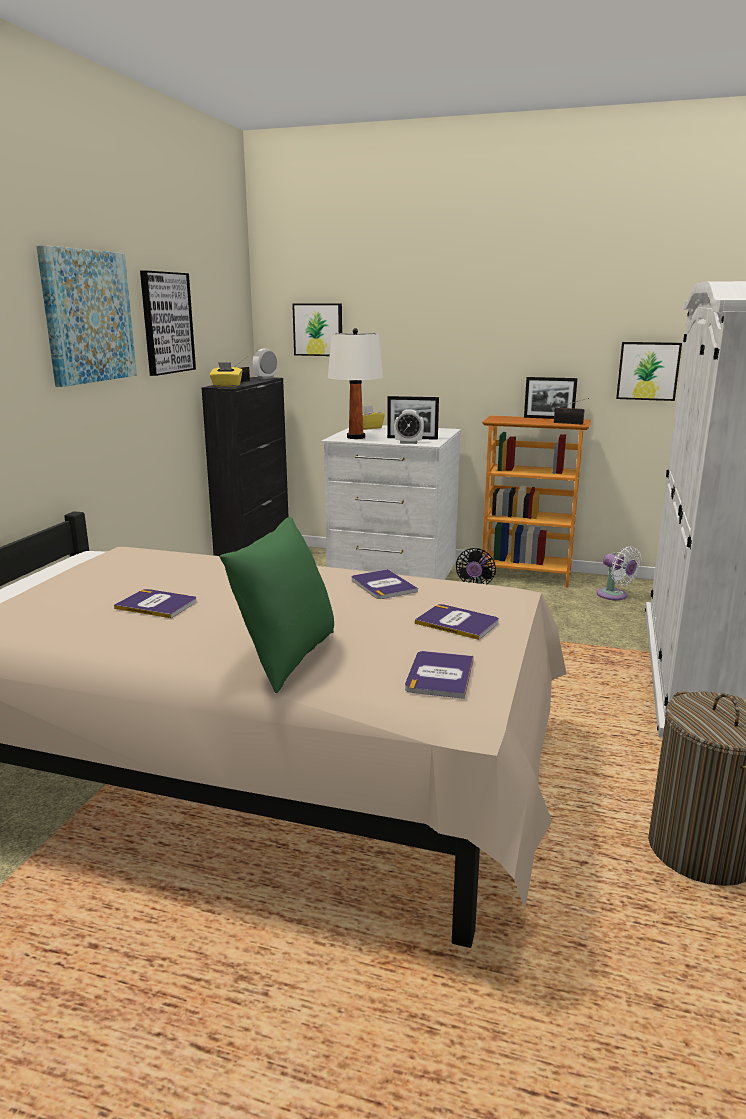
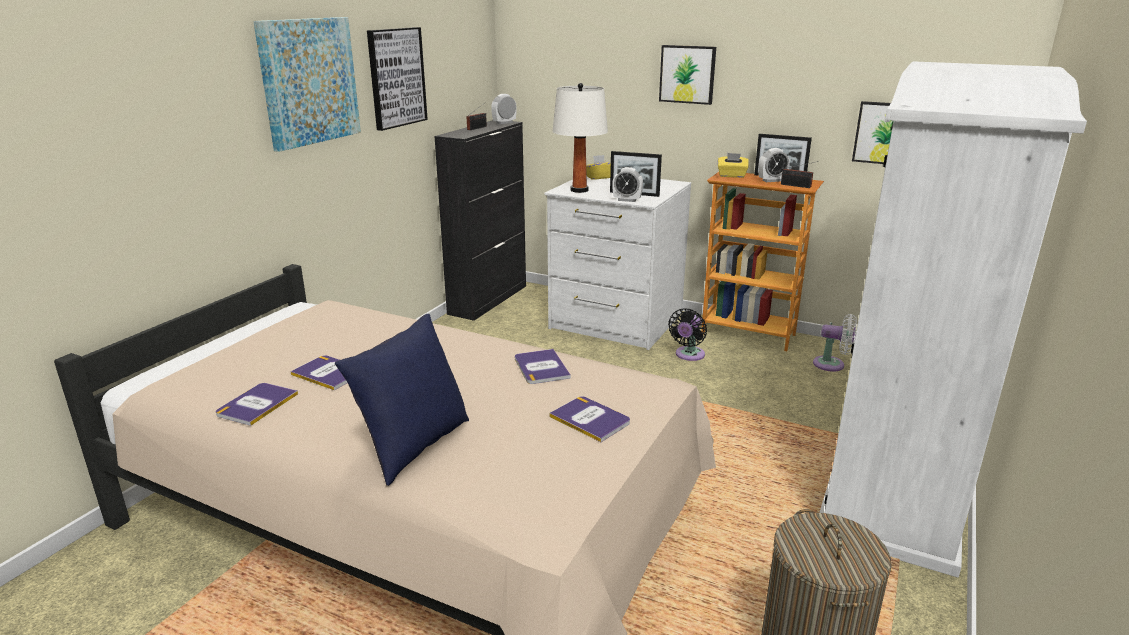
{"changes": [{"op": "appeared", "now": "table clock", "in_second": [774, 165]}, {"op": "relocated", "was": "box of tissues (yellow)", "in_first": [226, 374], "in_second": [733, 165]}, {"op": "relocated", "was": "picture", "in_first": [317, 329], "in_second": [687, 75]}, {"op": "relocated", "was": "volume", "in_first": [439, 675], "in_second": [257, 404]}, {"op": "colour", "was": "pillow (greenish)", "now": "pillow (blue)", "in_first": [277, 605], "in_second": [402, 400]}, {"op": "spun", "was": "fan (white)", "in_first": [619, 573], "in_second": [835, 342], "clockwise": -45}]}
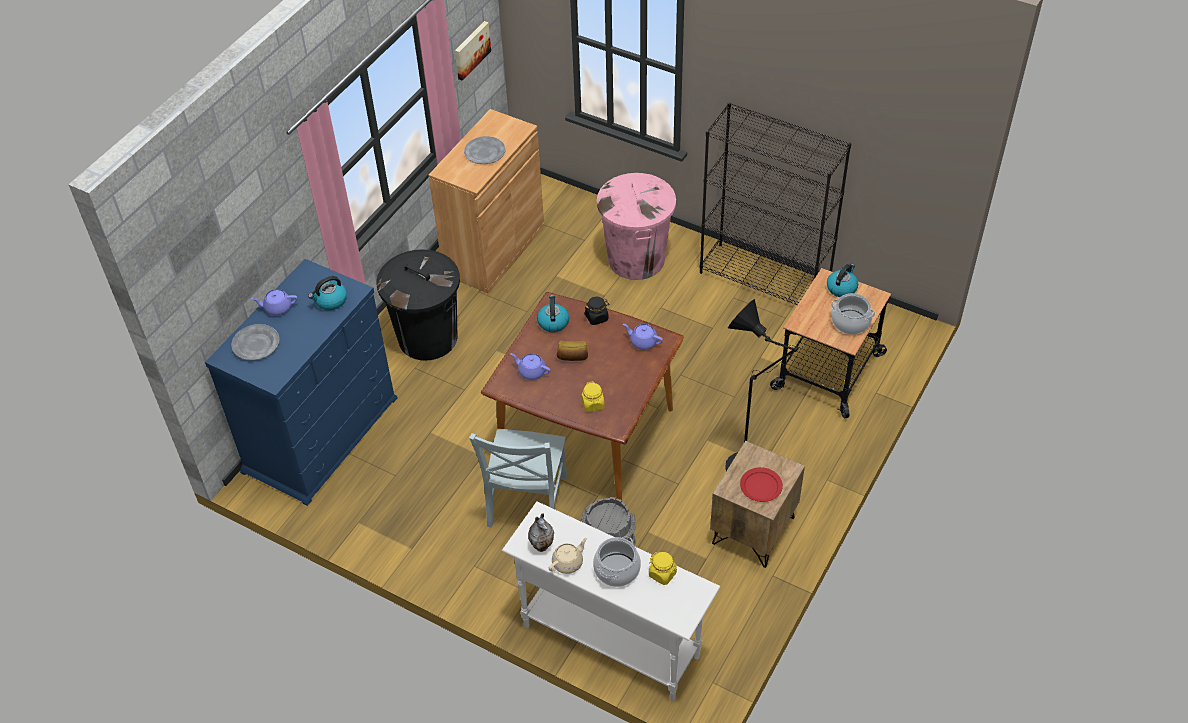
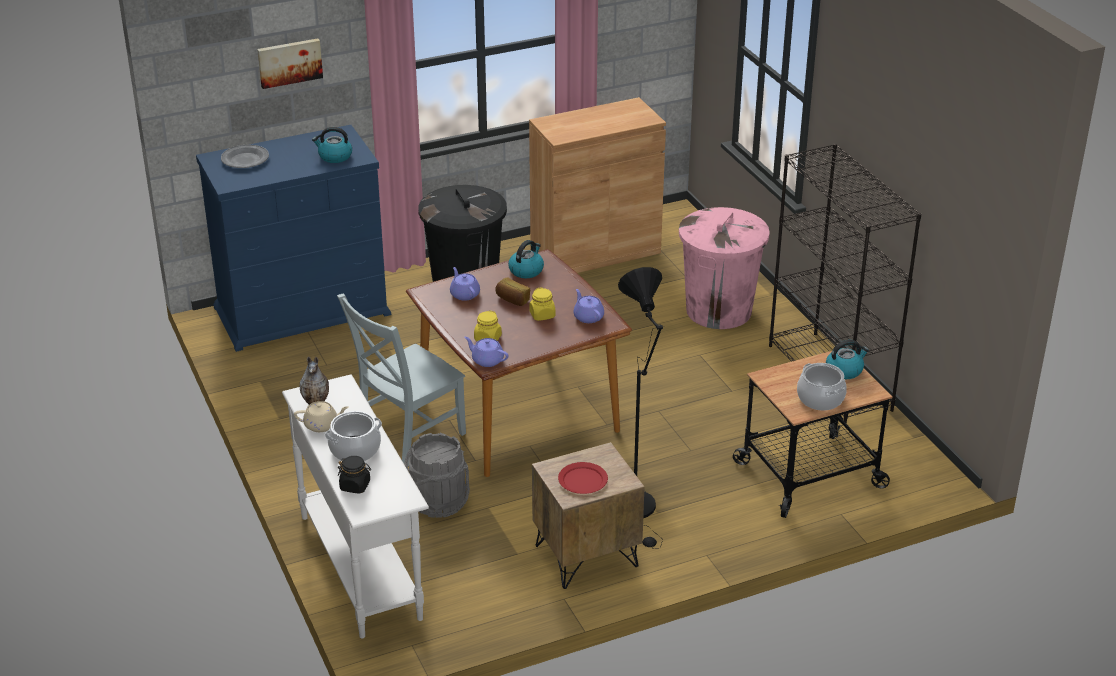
{"changes": [{"op": "missing", "was": "dinner plate (gray)", "in_first": [485, 150]}, {"op": "relocated", "was": "pot for tea (purple)", "in_first": [274, 302], "in_second": [486, 352]}, {"op": "relocated", "was": "picture", "in_first": [473, 51], "in_second": [290, 63]}, {"op": "relocated", "was": "jar (black-coloured)", "in_first": [596, 311], "in_second": [354, 475]}, {"op": "relocated", "was": "jar (yellow)", "in_first": [663, 568], "in_second": [542, 304]}]}
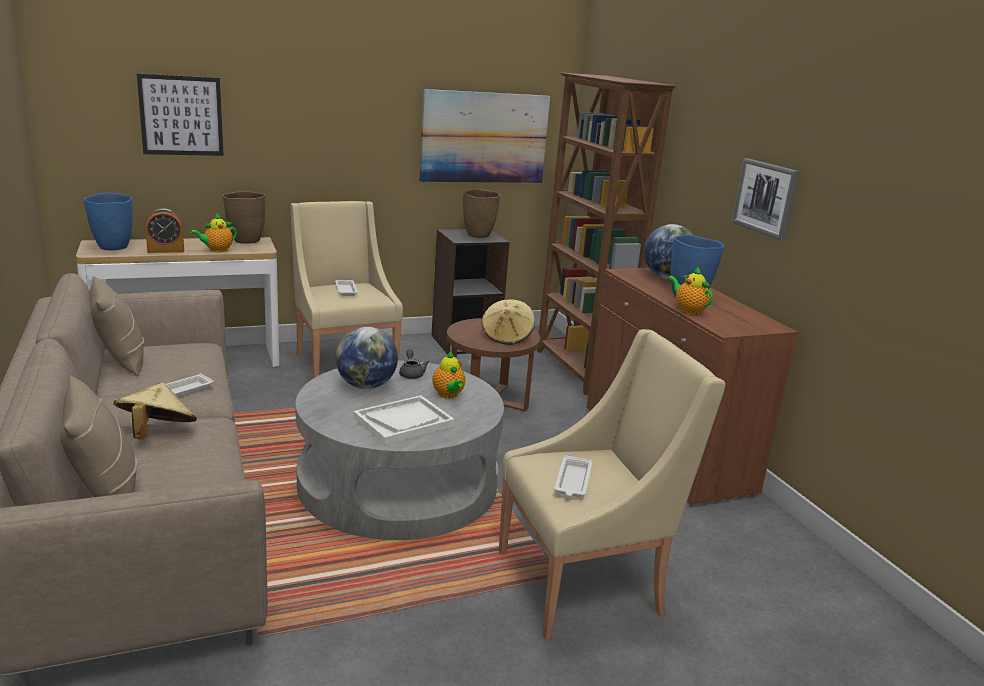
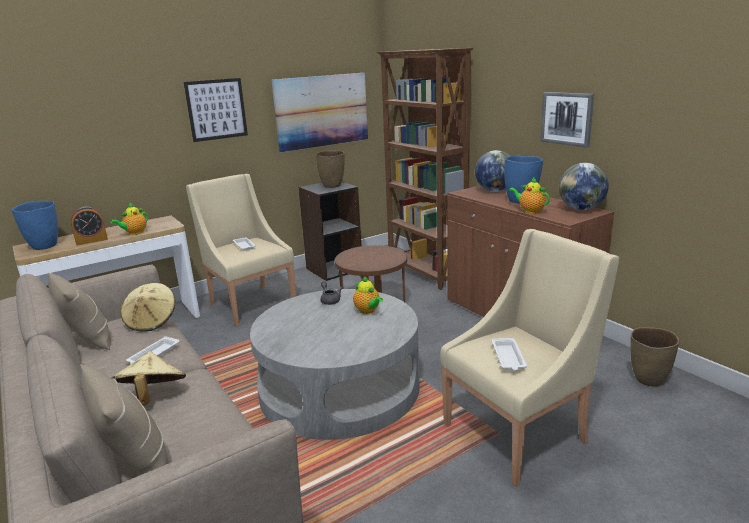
{"changes": [{"op": "missing", "was": "tray (white)", "in_first": [404, 420]}, {"op": "relocated", "was": "picture", "in_first": [180, 115], "in_second": [216, 110]}, {"op": "relocated", "was": "decorative vase (brown)", "in_first": [244, 217], "in_second": [654, 356]}, {"op": "relocated", "was": "globe", "in_first": [367, 358], "in_second": [584, 186]}, {"op": "relocated", "was": "wearable hat (beige)", "in_first": [508, 322], "in_second": [147, 307]}]}
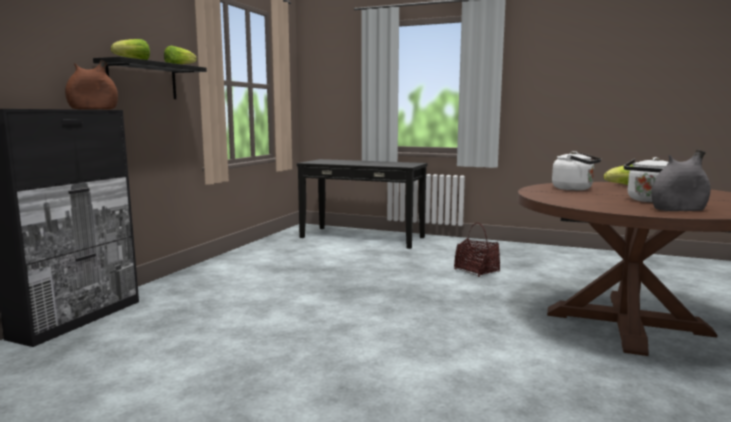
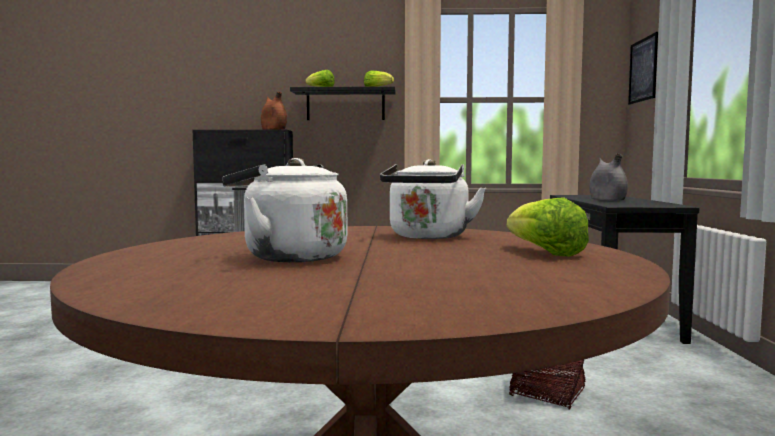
{"changes": [{"op": "appeared", "now": "picture", "in_second": [643, 68]}, {"op": "relocated", "was": "decorative vase (gray)", "in_first": [681, 180], "in_second": [609, 177]}]}
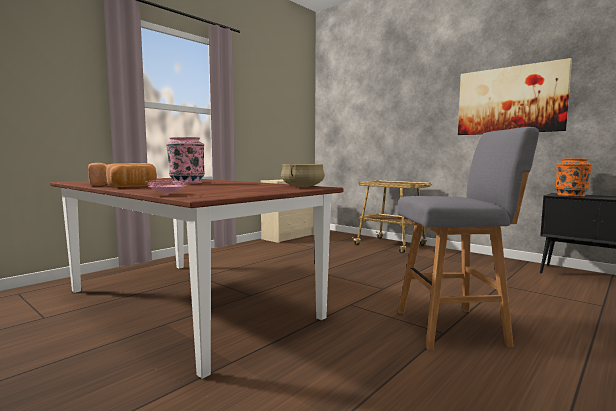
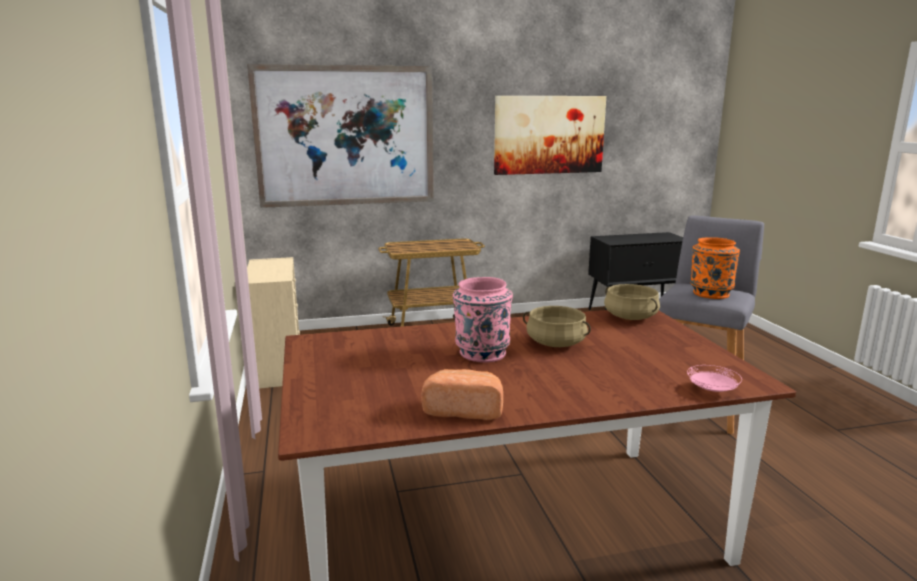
{"changes": [{"op": "missing", "was": "bakery bread", "in_first": [131, 175]}, {"op": "appeared", "now": "picture", "in_second": [340, 136]}, {"op": "appeared", "now": "saucepot (beige)", "in_second": [557, 326]}, {"op": "relocated", "was": "decorative vase (orange)", "in_first": [573, 177], "in_second": [715, 268]}]}
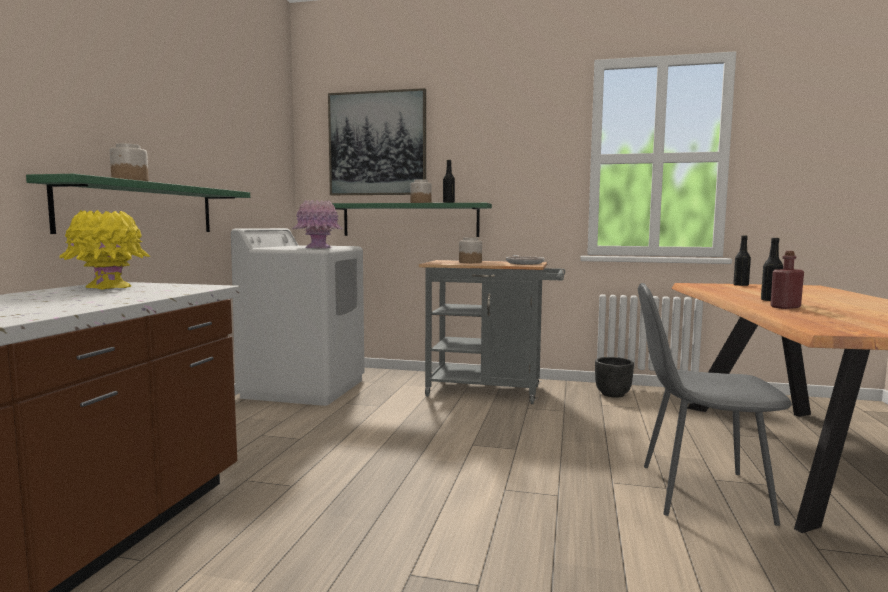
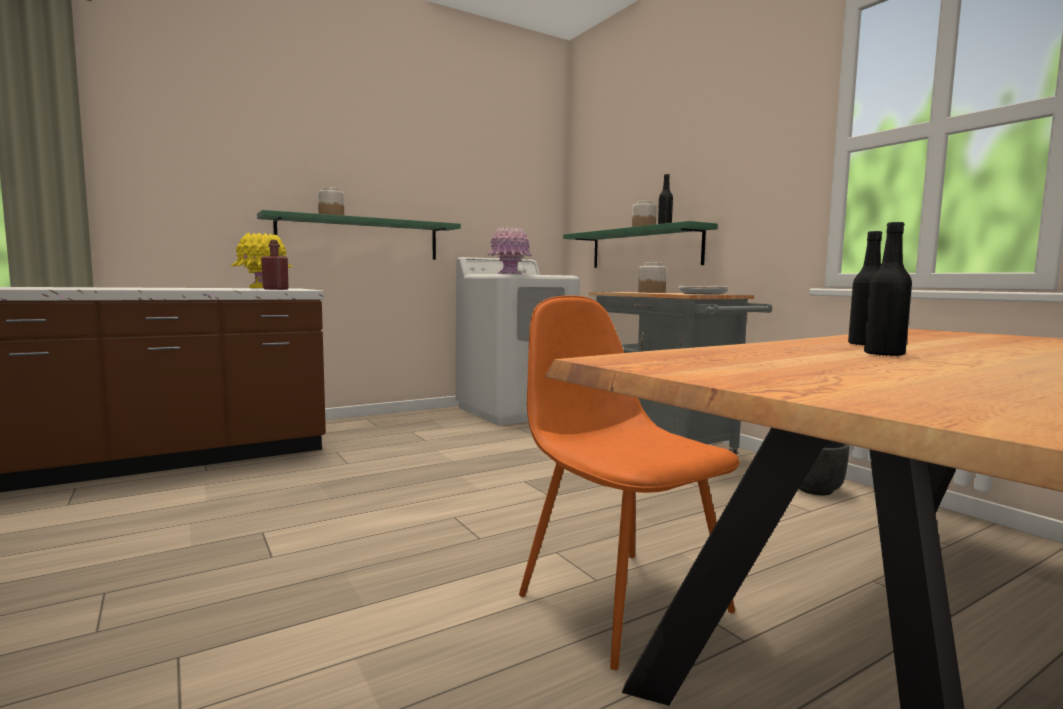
{"changes": [{"op": "missing", "was": "picture", "in_first": [377, 141]}, {"op": "relocated", "was": "bottle (black-coloured)", "in_first": [742, 261], "in_second": [888, 289]}, {"op": "relocated", "was": "bottle (red-coloured)", "in_first": [787, 280], "in_second": [275, 265]}, {"op": "colour", "was": "chair (gray)", "now": "chair (orange)", "in_first": [715, 404], "in_second": [629, 483]}]}
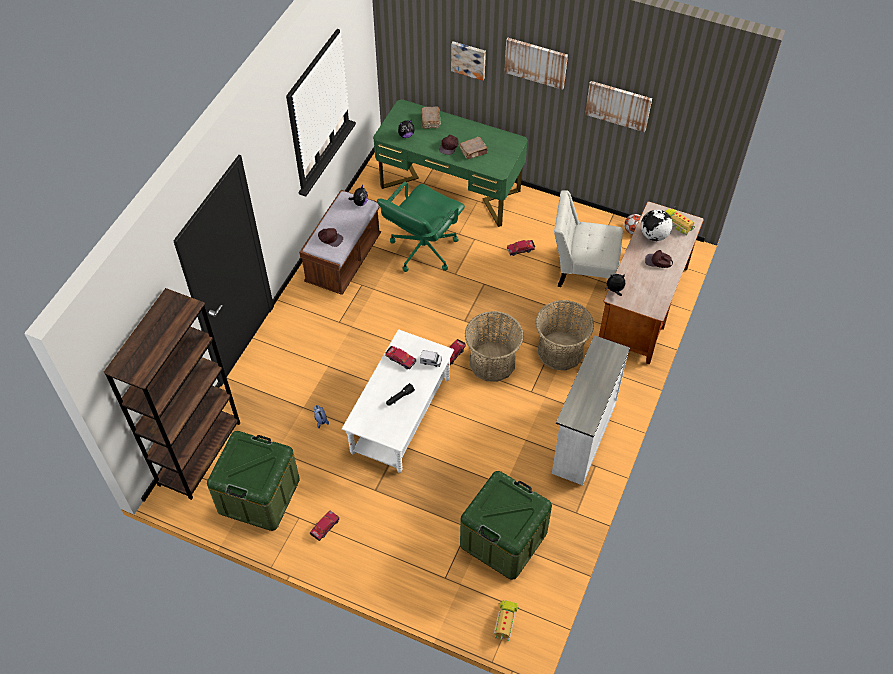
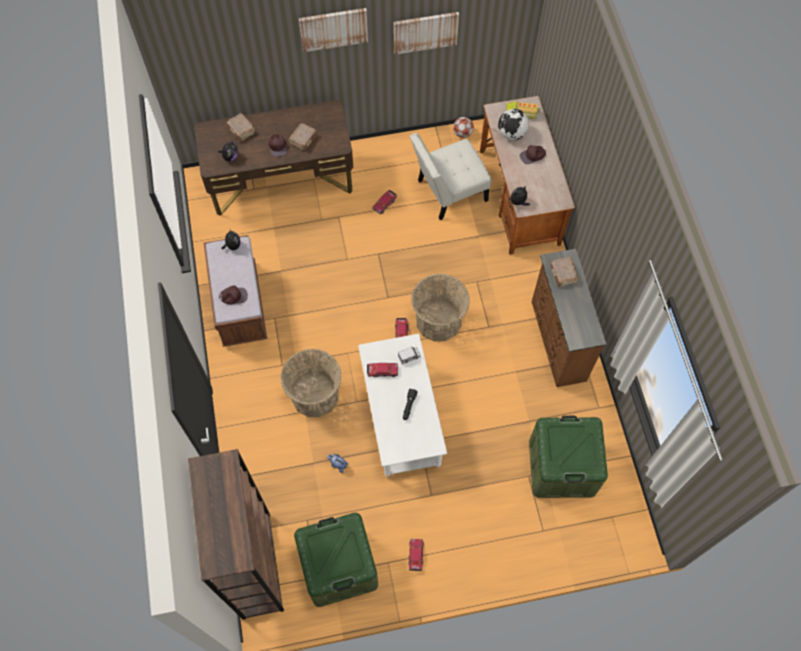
{"changes": [{"op": "missing", "was": "desk chair (greenish)", "in_first": [421, 227]}, {"op": "missing", "was": "picture", "in_first": [468, 61]}, {"op": "missing", "was": "model truck", "in_first": [506, 620]}, {"op": "appeared", "now": "volume (brown)", "in_second": [564, 272]}, {"op": "relocated", "was": "basket", "in_first": [565, 335], "in_second": [311, 383]}, {"op": "colour", "was": "desk unit (greenish)", "now": "desk unit (brown)", "in_first": [450, 163], "in_second": [273, 158]}, {"op": "colour", "was": "dresser (white)", "now": "dresser (brown)", "in_first": [591, 410], "in_second": [569, 318]}]}
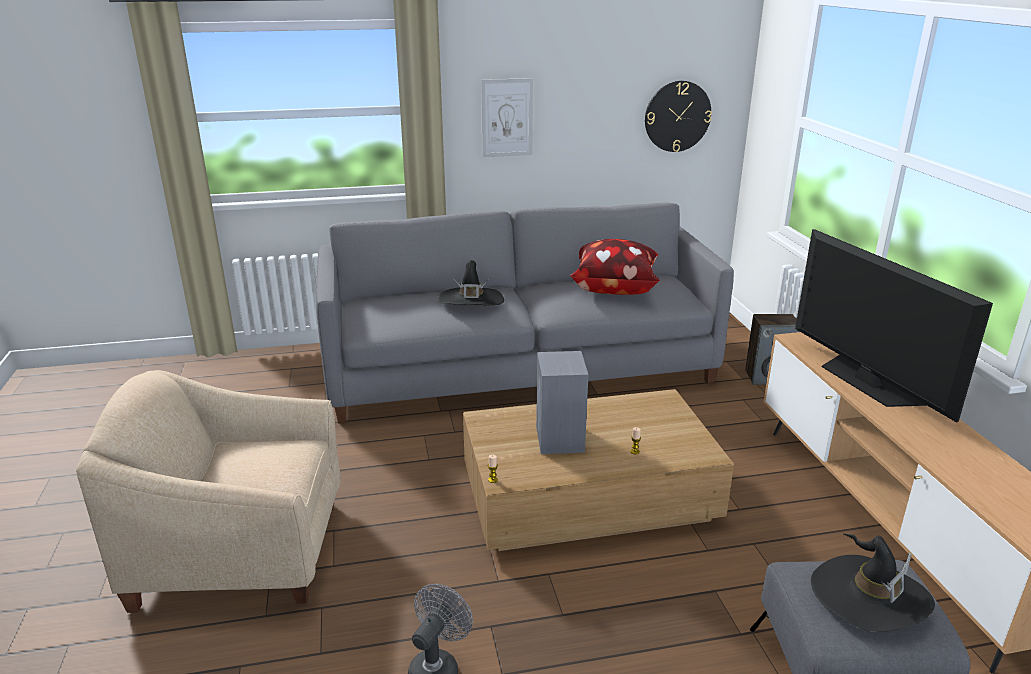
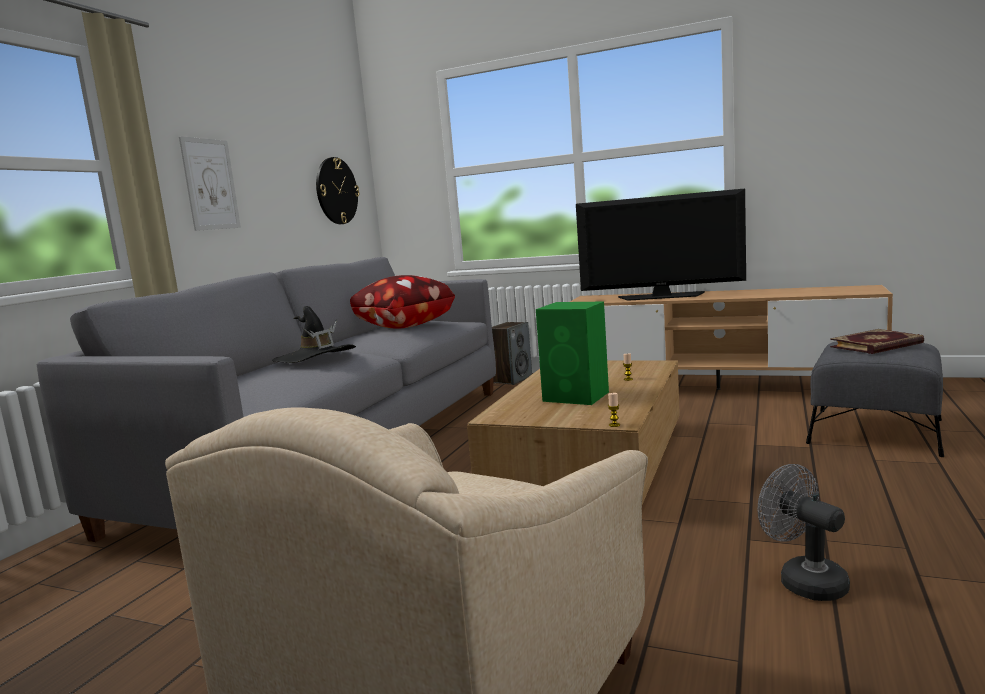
{"changes": [{"op": "exchanged", "was": "wearable hat (black-coloured)", "now": "volume", "in_first": [873, 582], "in_second": [877, 341]}, {"op": "colour", "was": "loudspeaker (gray)", "now": "loudspeaker (greenish)", "in_first": [562, 402], "in_second": [572, 353]}]}
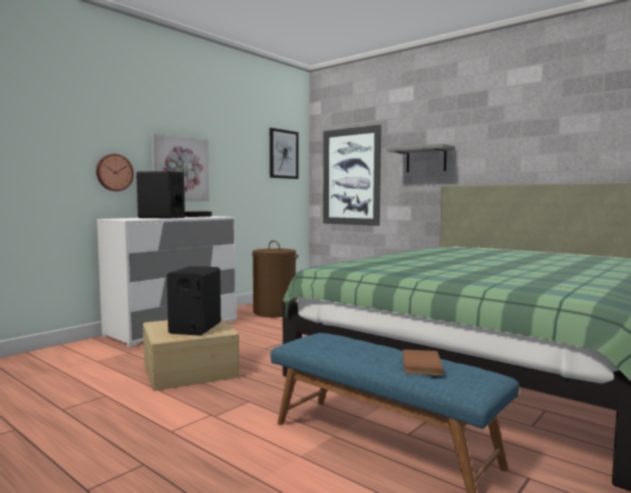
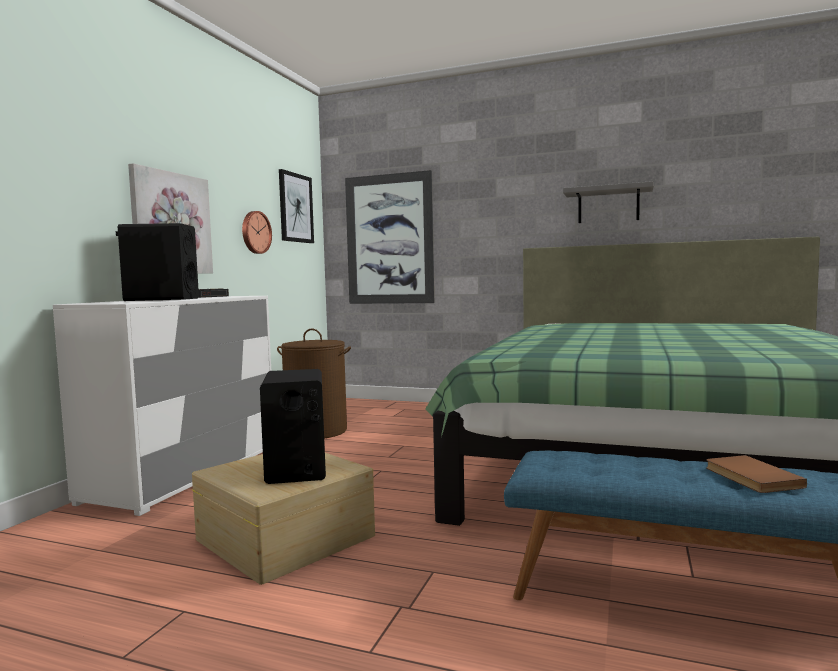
{"changes": [{"op": "relocated", "was": "wall clock", "in_first": [115, 172], "in_second": [257, 232]}, {"op": "relocated", "was": "shelf (gray)", "in_first": [421, 158], "in_second": [608, 202]}]}
